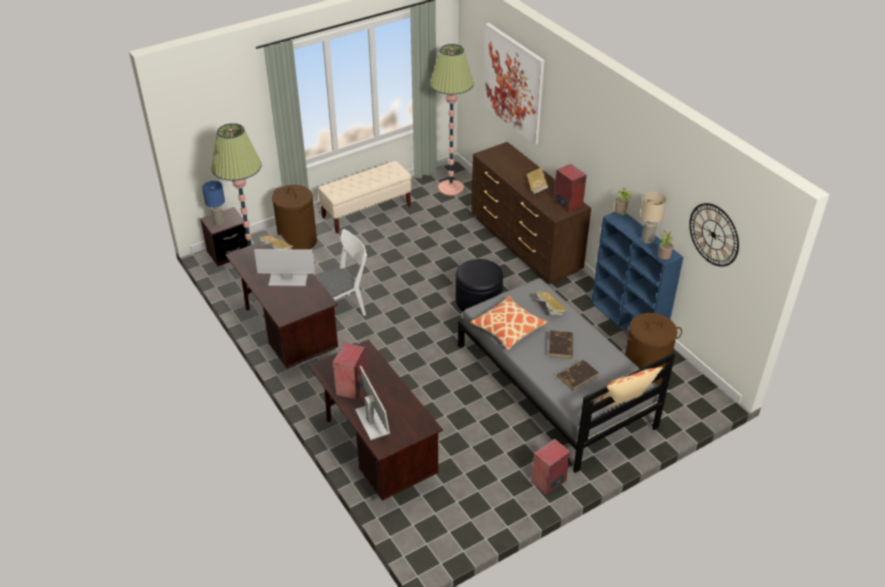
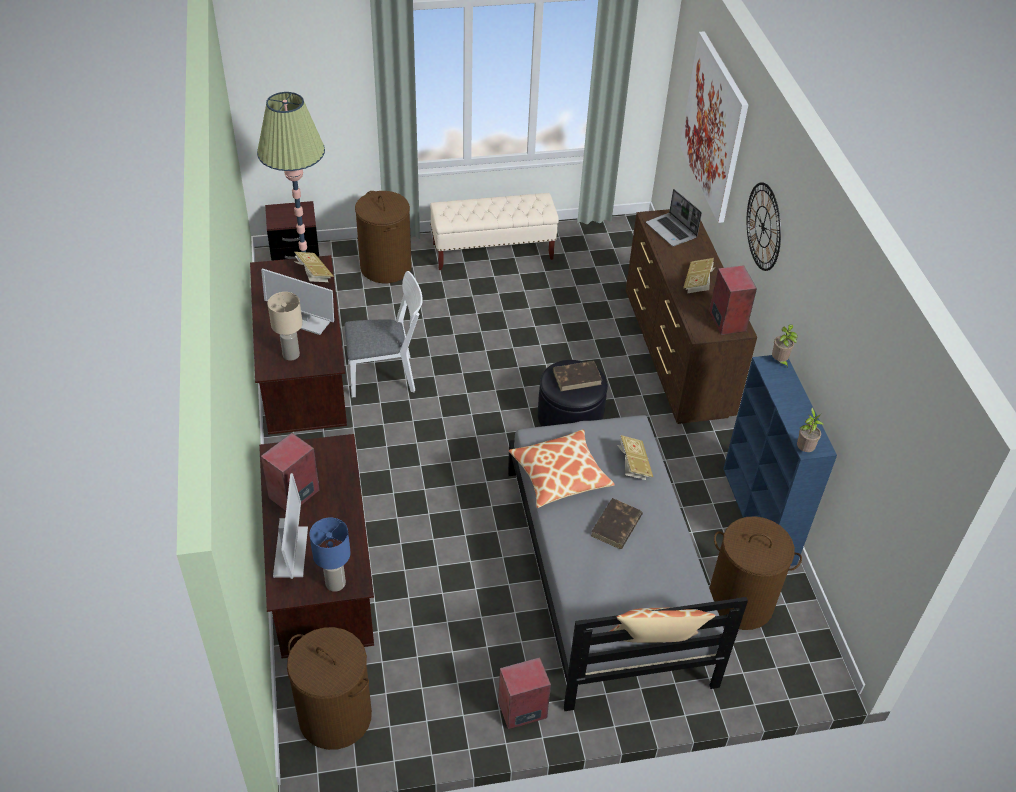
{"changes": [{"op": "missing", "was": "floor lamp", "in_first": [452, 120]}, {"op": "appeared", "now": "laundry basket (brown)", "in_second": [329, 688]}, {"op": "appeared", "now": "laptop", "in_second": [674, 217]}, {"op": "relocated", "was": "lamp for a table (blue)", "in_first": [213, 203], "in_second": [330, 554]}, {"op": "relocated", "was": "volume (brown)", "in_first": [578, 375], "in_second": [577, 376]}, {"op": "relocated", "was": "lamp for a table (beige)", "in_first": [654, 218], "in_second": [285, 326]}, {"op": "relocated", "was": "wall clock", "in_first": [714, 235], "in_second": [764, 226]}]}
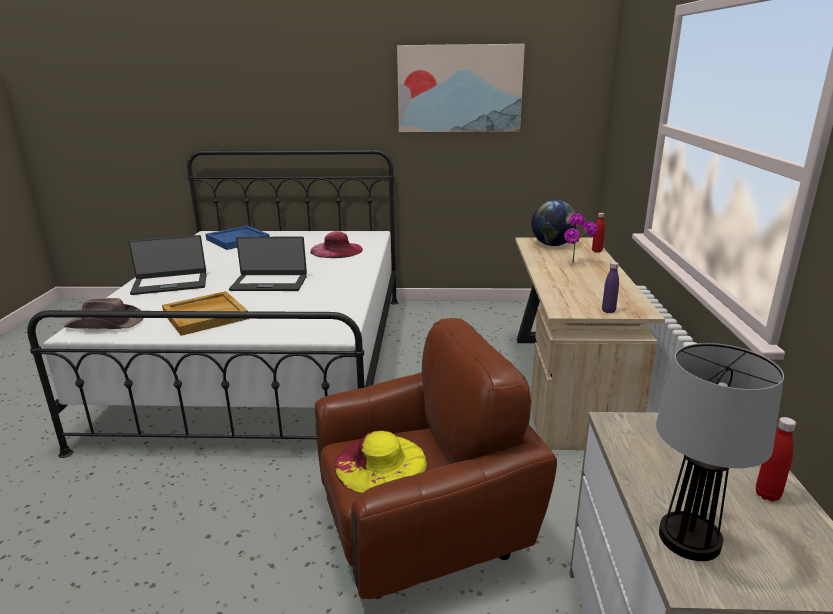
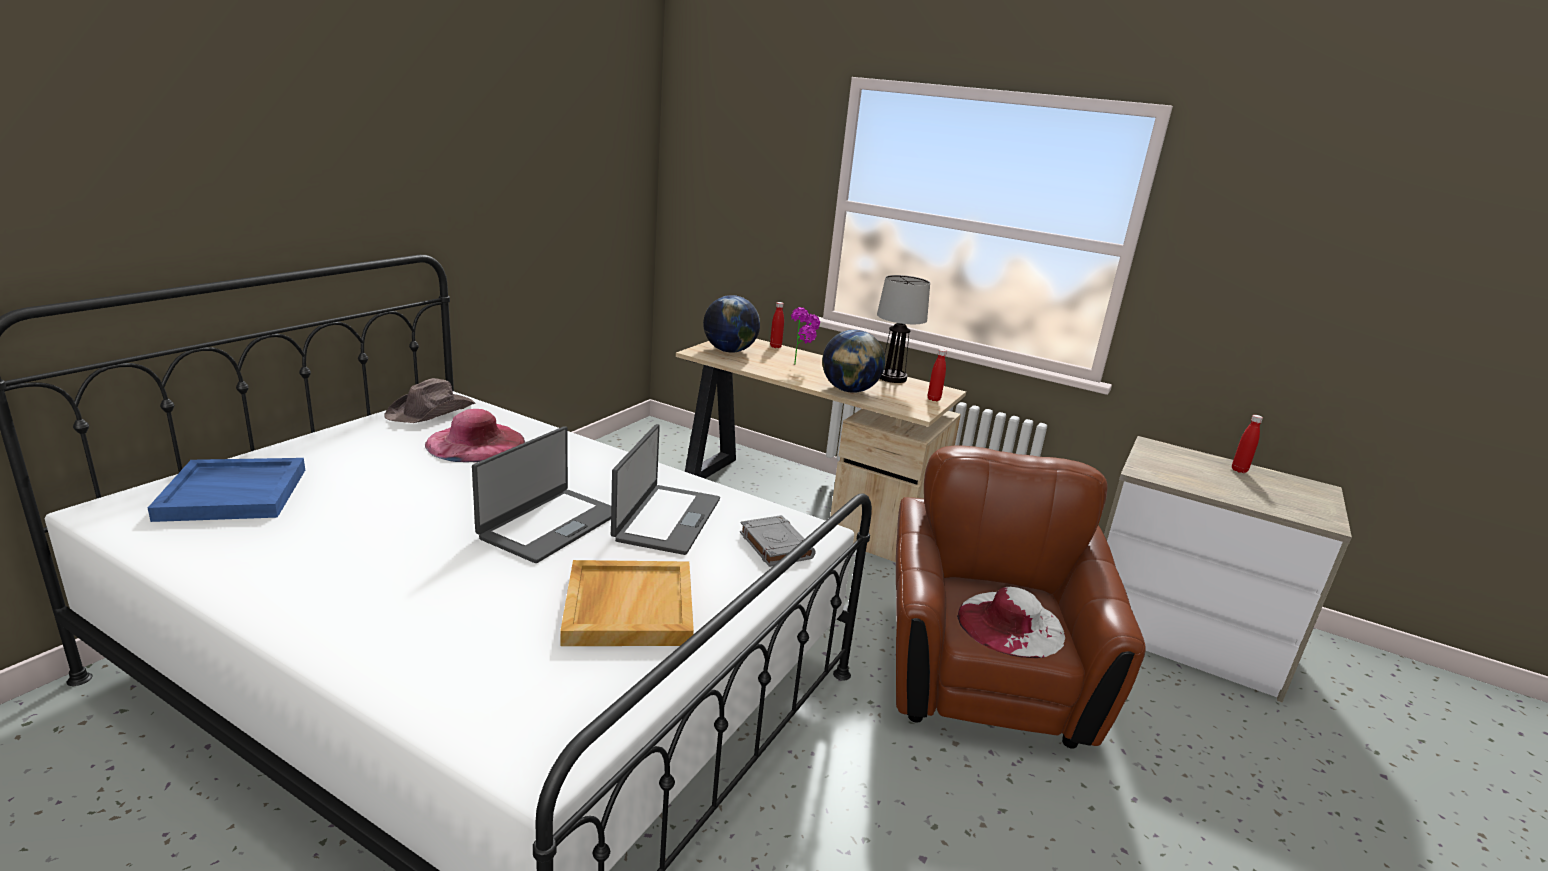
{"changes": [{"op": "missing", "was": "picture", "in_first": [461, 88]}, {"op": "appeared", "now": "volume (gray)", "in_second": [777, 541]}, {"op": "appeared", "now": "globe", "in_second": [853, 361]}, {"op": "relocated", "was": "wearable hat (brown)", "in_first": [104, 313], "in_second": [430, 400]}, {"op": "relocated", "was": "laptop", "in_first": [167, 265], "in_second": [665, 489]}, {"op": "relocated", "was": "lamp for a table", "in_first": [720, 452], "in_second": [903, 329]}, {"op": "colour", "was": "wearable hat (yellow)", "now": "wearable hat (white)", "in_first": [381, 461], "in_second": [1011, 622]}, {"op": "colour", "was": "bottle (purple)", "now": "bottle (red-coloured)", "in_first": [610, 287], "in_second": [937, 375]}]}
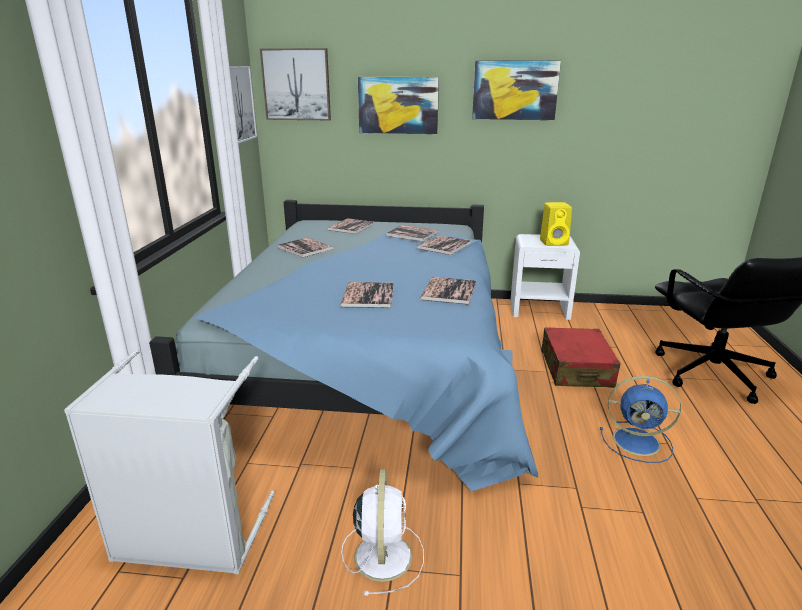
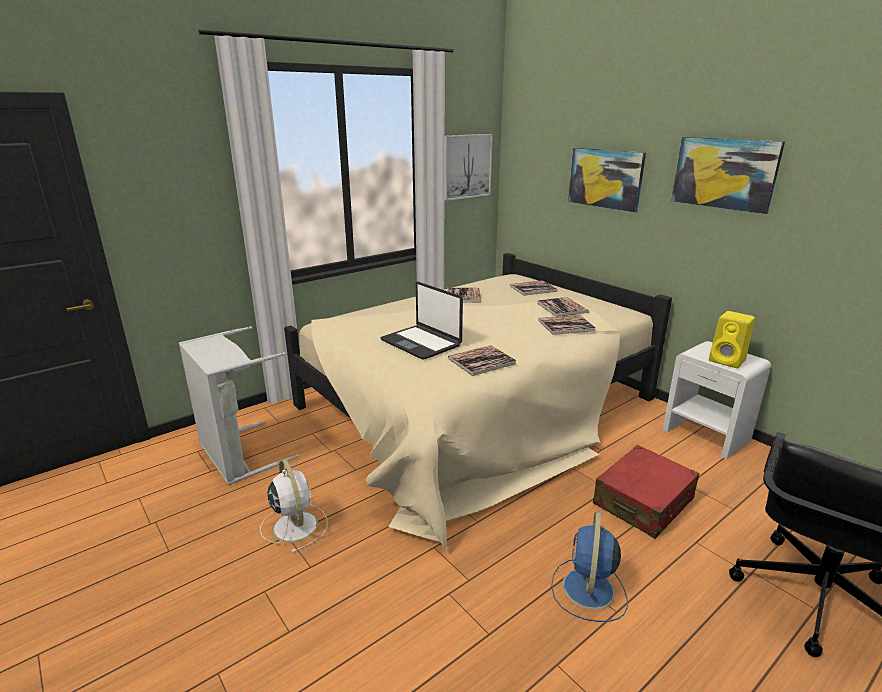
{"changes": [{"op": "missing", "was": "picture", "in_first": [295, 84]}, {"op": "exchanged", "was": "volume", "now": "laptop", "in_first": [367, 295], "in_second": [421, 321]}, {"op": "colour", "was": "sleeping bed (blue)", "now": "sleeping bed (beige)", "in_first": [343, 345], "in_second": [478, 401]}, {"op": "spun", "was": "fan (white)", "in_first": [382, 532], "in_second": [293, 506], "clockwise": -75}, {"op": "spun", "was": "fan (blue)", "in_first": [640, 419], "in_second": [589, 566], "clockwise": 45}]}
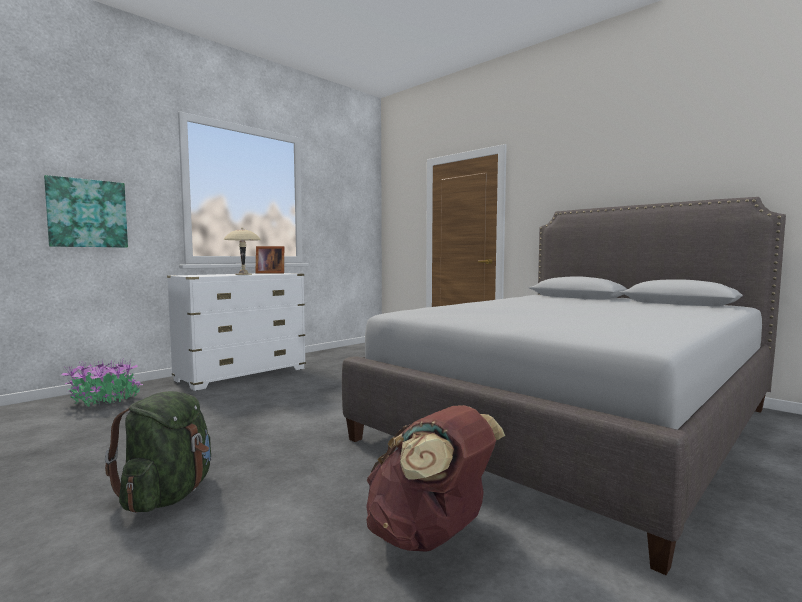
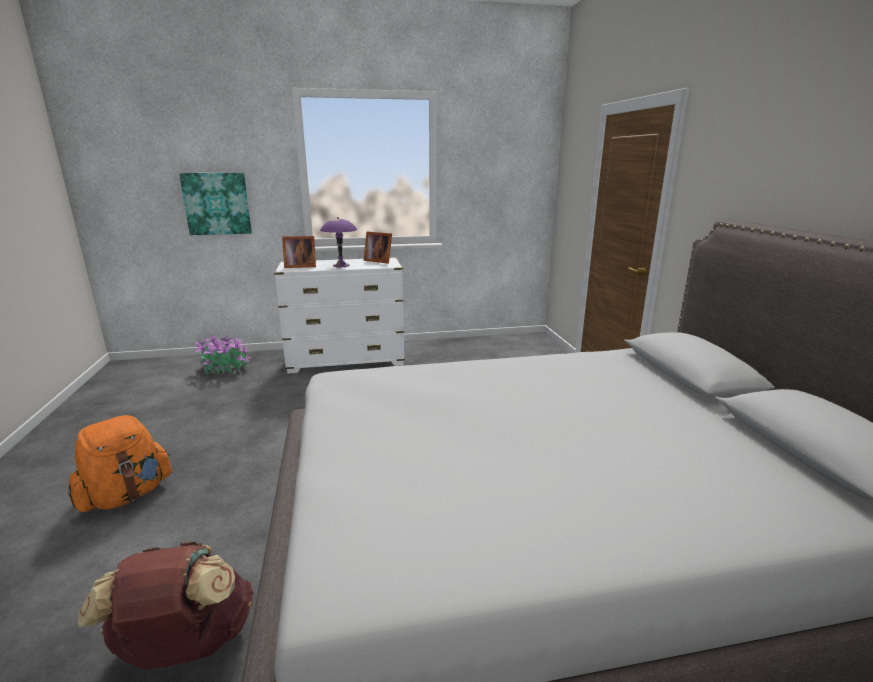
{"changes": [{"op": "appeared", "now": "picture frame", "in_second": [299, 252]}, {"op": "colour", "was": "backpack (greenish)", "now": "backpack (orange)", "in_first": [158, 452], "in_second": [120, 463]}, {"op": "colour", "was": "lamp for a table (beige)", "now": "lamp for a table (purple)", "in_first": [242, 251], "in_second": [338, 242]}]}
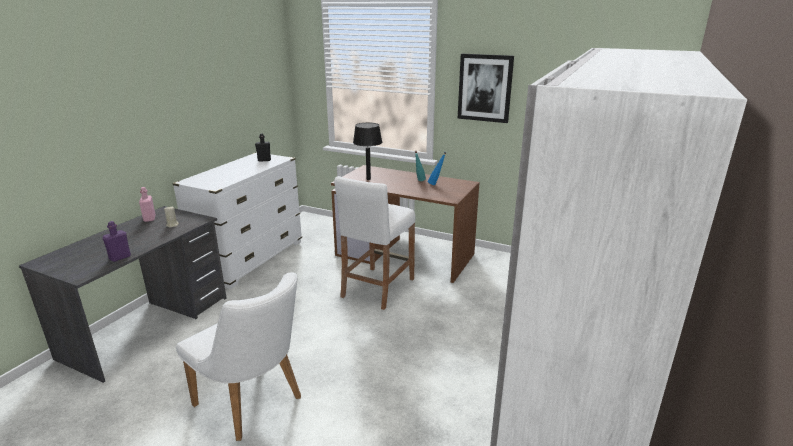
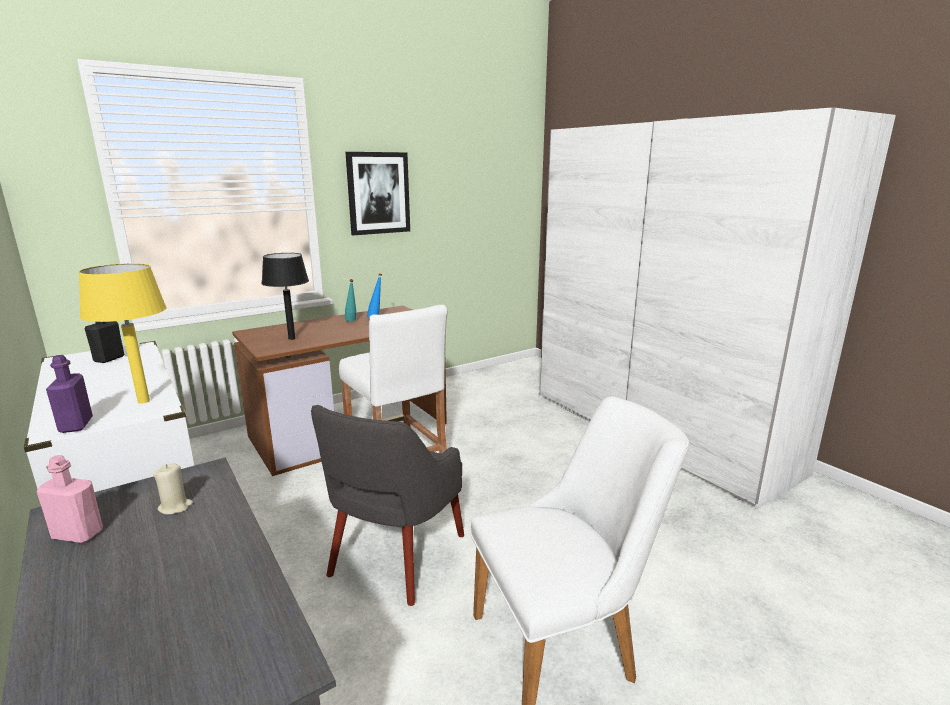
{"changes": [{"op": "appeared", "now": "lamp for a table (yellow)", "in_second": [122, 333]}, {"op": "appeared", "now": "easy chair (gray)", "in_second": [387, 505]}, {"op": "relocated", "was": "bottle (purple)", "in_first": [116, 241], "in_second": [69, 394]}]}
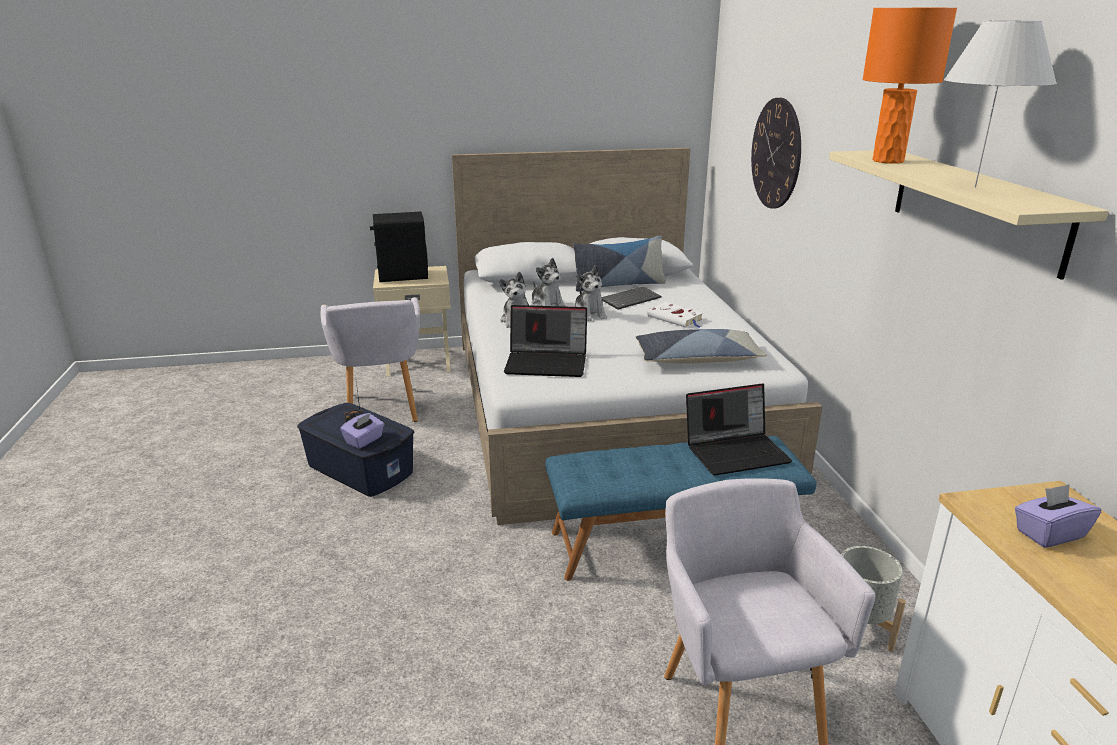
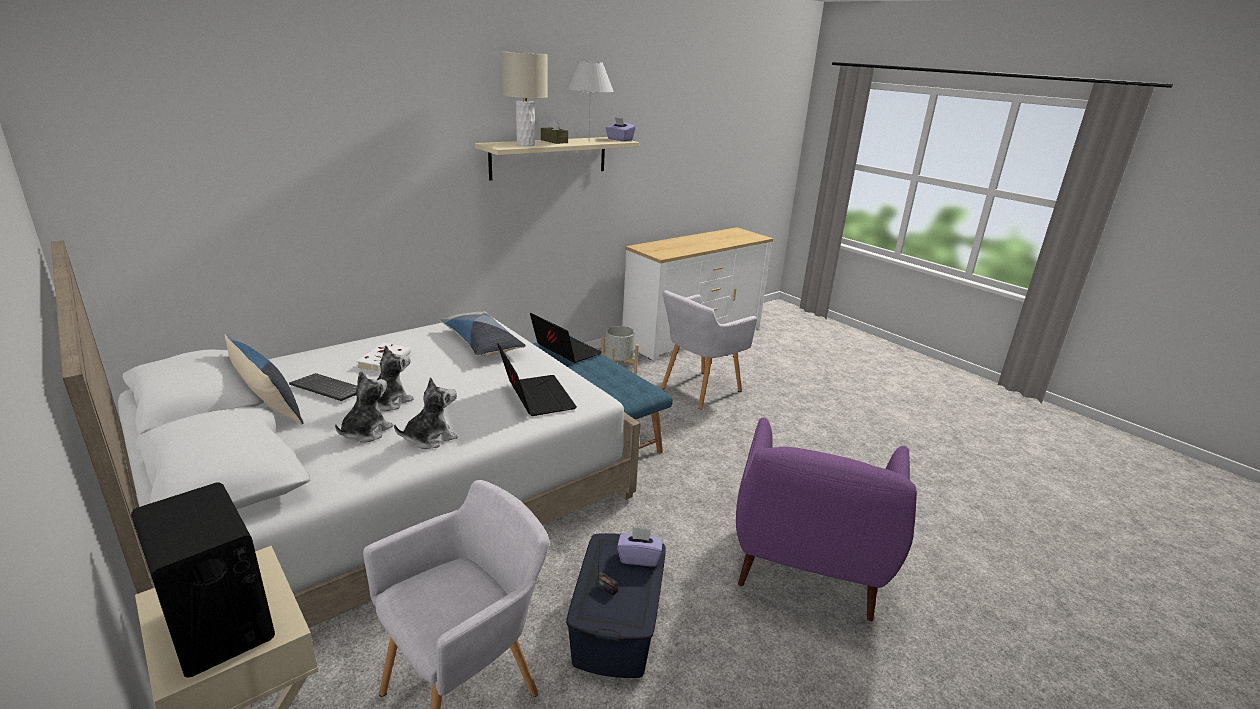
{"changes": [{"op": "missing", "was": "wall clock", "in_first": [776, 153]}, {"op": "appeared", "now": "box of tissues (brown)", "in_second": [554, 130]}, {"op": "appeared", "now": "easy chair (purple)", "in_second": [826, 519]}, {"op": "relocated", "was": "box of tissues (purple)", "in_first": [1058, 516], "in_second": [620, 129]}, {"op": "colour", "was": "lamp for a table (orange)", "now": "lamp for a table (beige)", "in_first": [910, 86], "in_second": [524, 99]}]}
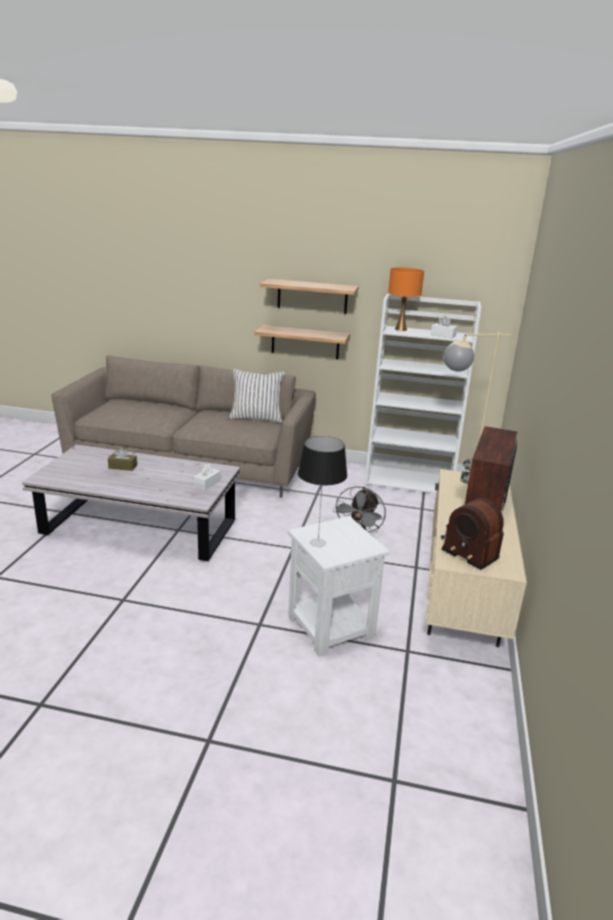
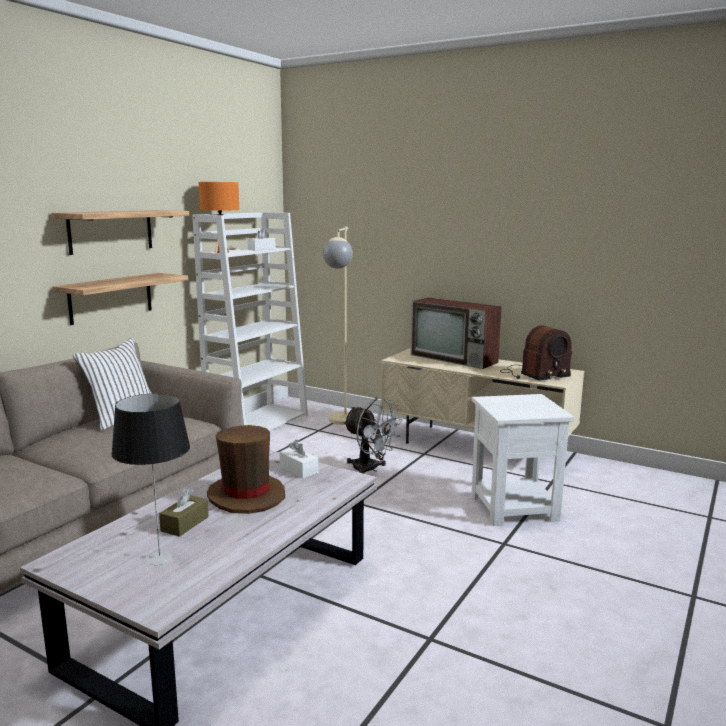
{"changes": [{"op": "appeared", "now": "wearable hat (brown)", "in_second": [246, 469]}, {"op": "relocated", "was": "lamp for a table", "in_first": [322, 491], "in_second": [150, 479]}]}
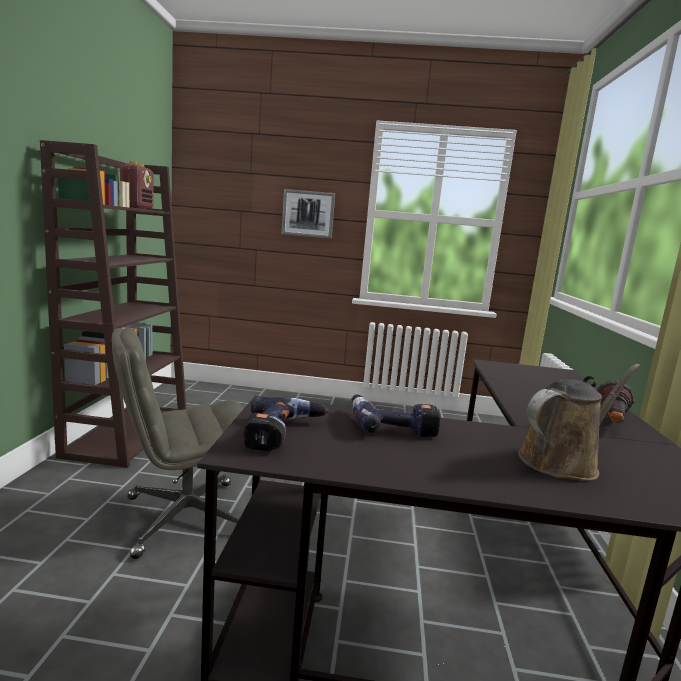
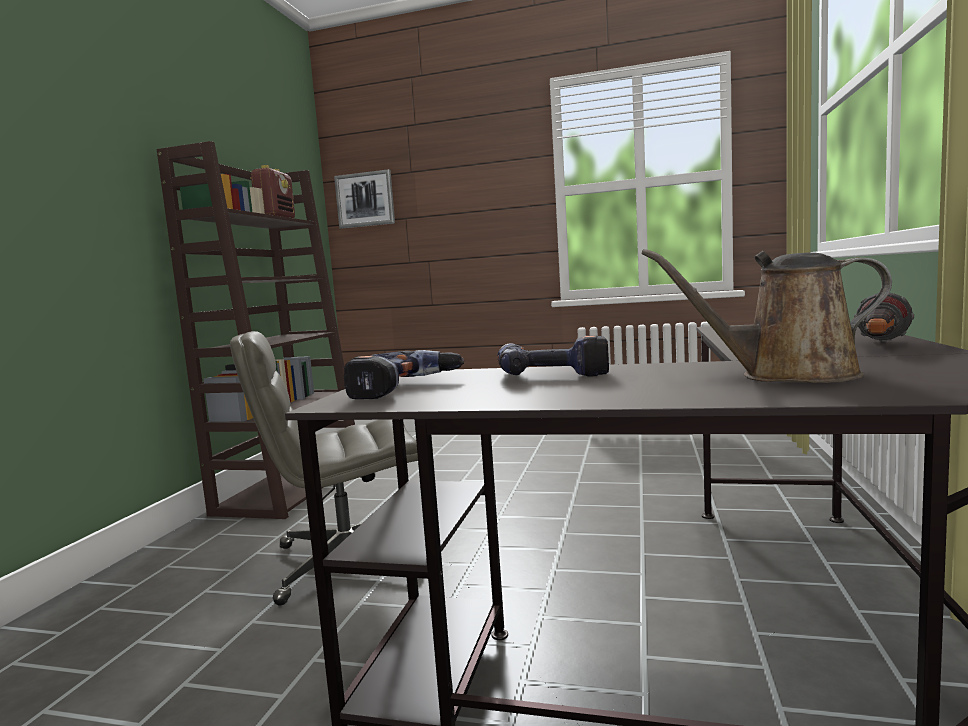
{"changes": [{"op": "relocated", "was": "picture", "in_first": [308, 214], "in_second": [364, 199]}, {"op": "spun", "was": "watering can (brown)", "in_first": [579, 422], "in_second": [767, 316], "clockwise": -150}]}
